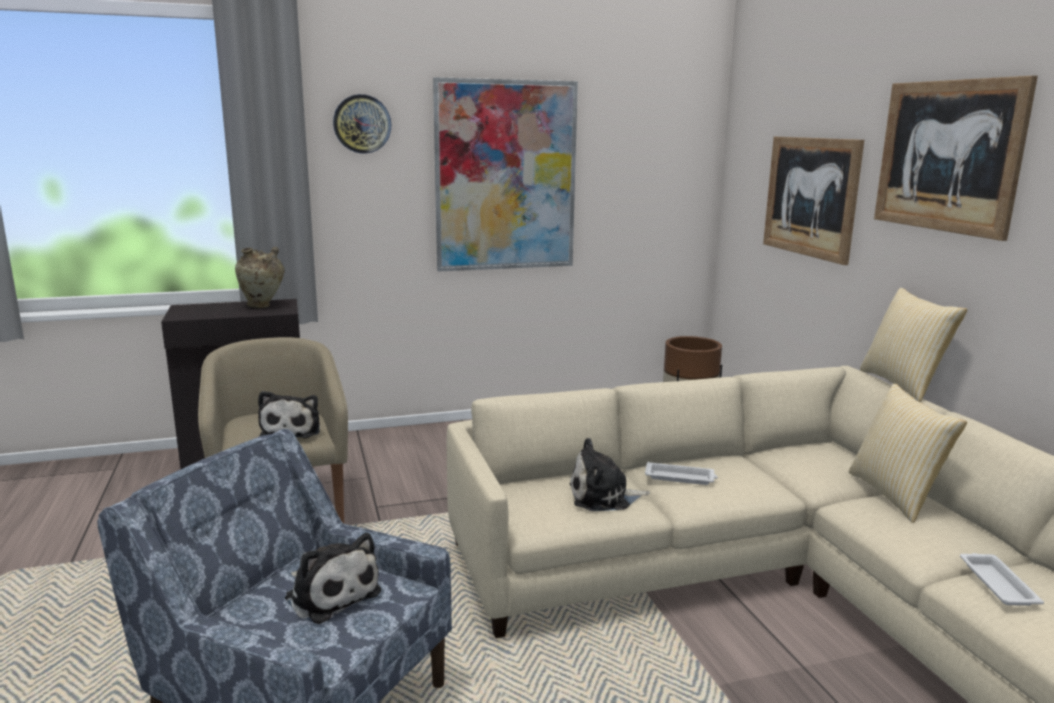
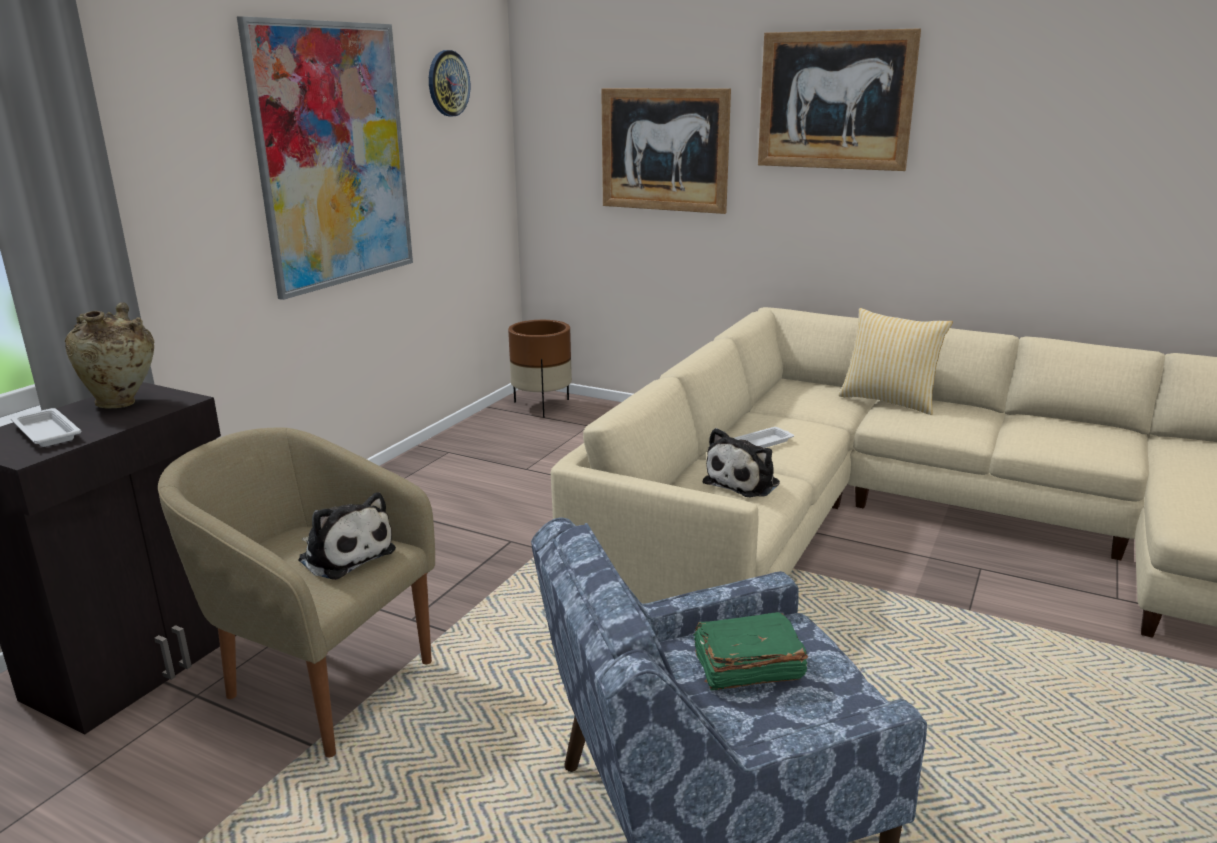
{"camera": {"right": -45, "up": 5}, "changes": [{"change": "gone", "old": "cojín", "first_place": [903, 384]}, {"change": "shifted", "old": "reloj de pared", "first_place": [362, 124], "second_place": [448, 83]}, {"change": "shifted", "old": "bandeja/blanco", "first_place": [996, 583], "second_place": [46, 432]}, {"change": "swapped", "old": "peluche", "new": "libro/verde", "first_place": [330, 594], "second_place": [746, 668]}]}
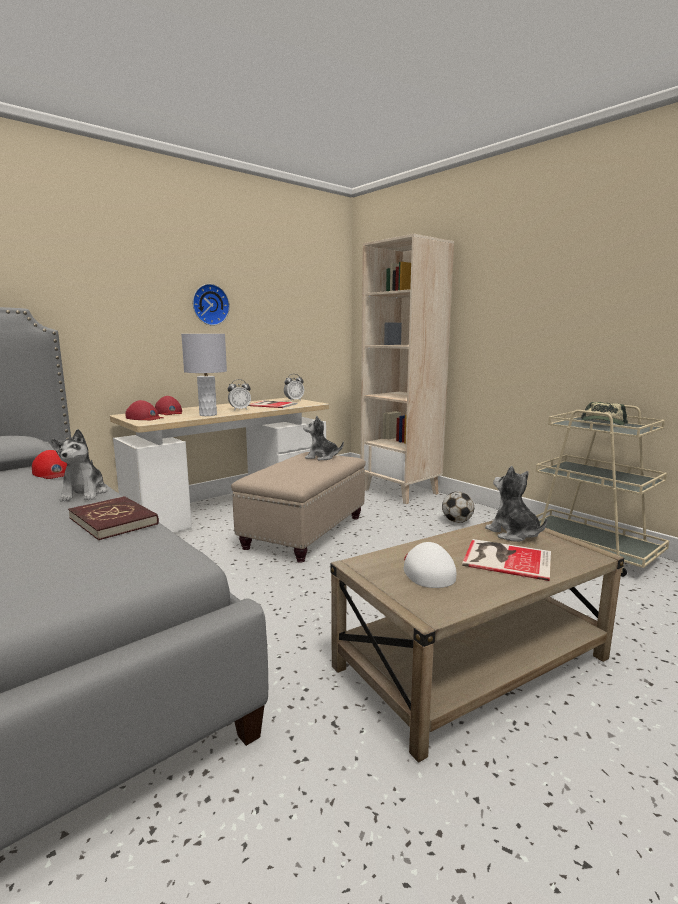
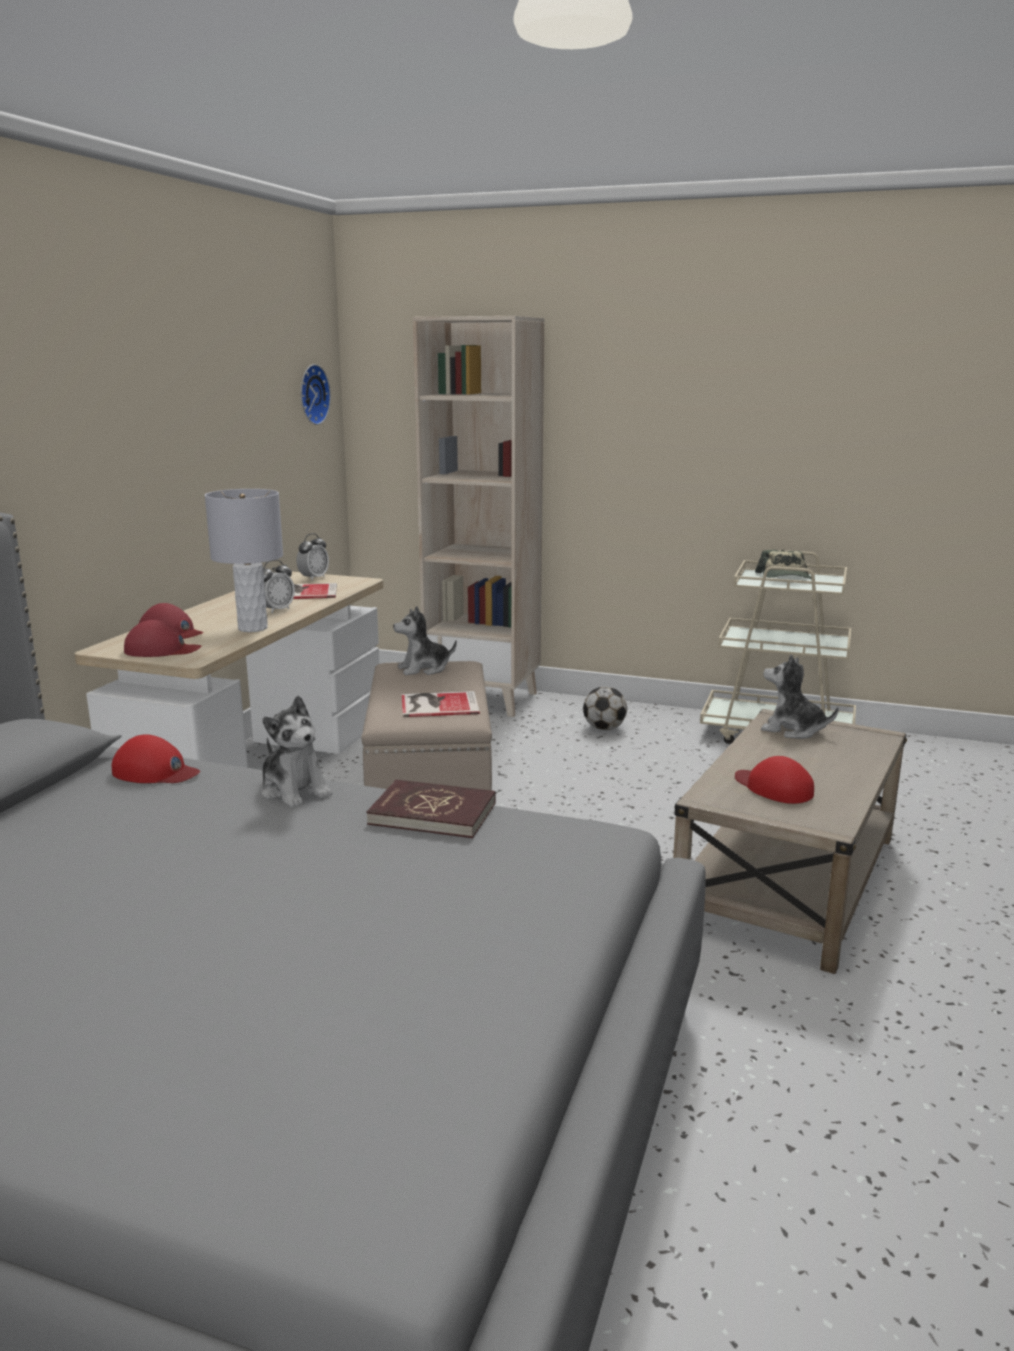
{"camera": {"right": -30, "up": 5}, "changes": [{"change": "shifted", "old": "reloj de pared", "first_place": [209, 304], "second_place": [311, 394]}, {"change": "shifted", "old": "libro", "first_place": [505, 558], "second_place": [437, 704]}, {"change": "repainted", "old": "gorra/blanco", "new": "gorra/rojo", "first_place": [427, 570], "second_place": [773, 787]}]}
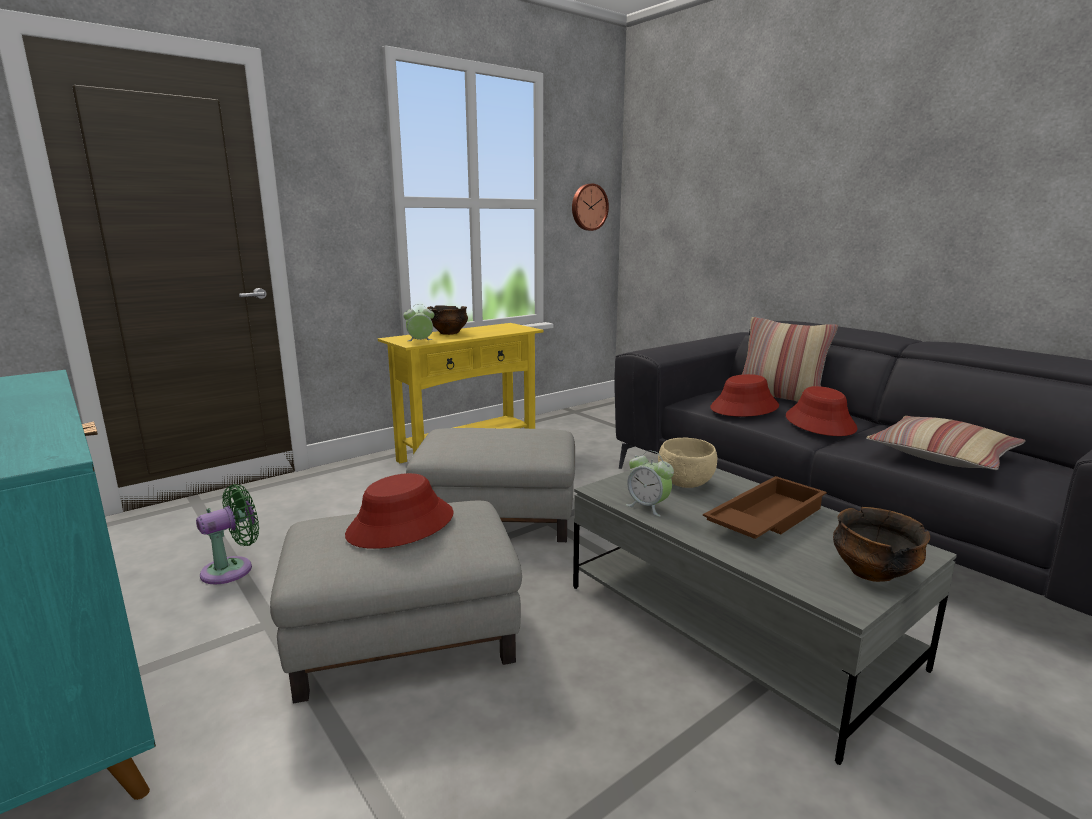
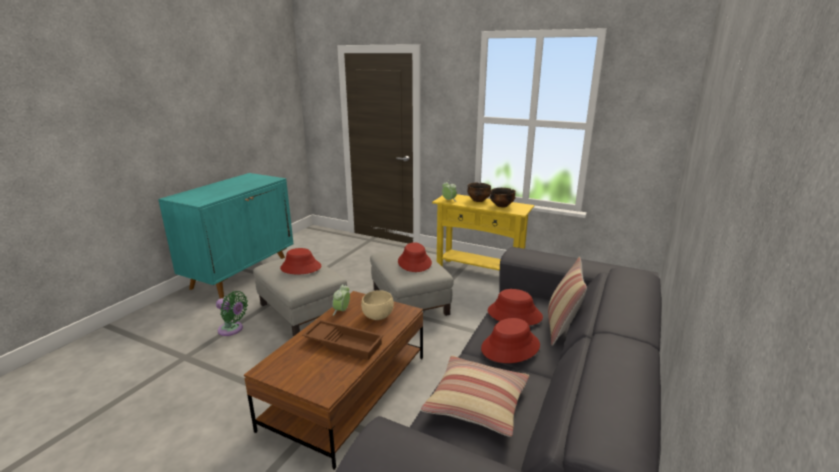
{"camera": {"right": 65, "up": 5}, "changes": [{"change": "gone", "old": "reloj de pared", "first_place": [588, 207]}, {"change": "new", "new": "sombrero/rojo", "second_place": [414, 262]}, {"change": "shifted", "old": "ventilador/verde", "first_place": [232, 569], "second_place": [232, 330]}, {"change": "shifted", "old": "cuenco", "first_place": [872, 573], "second_place": [501, 206]}, {"change": "repainted", "old": "mesa de centro/gris", "new": "mesa de centro/marrón", "first_place": [735, 625], "second_place": [347, 392]}]}
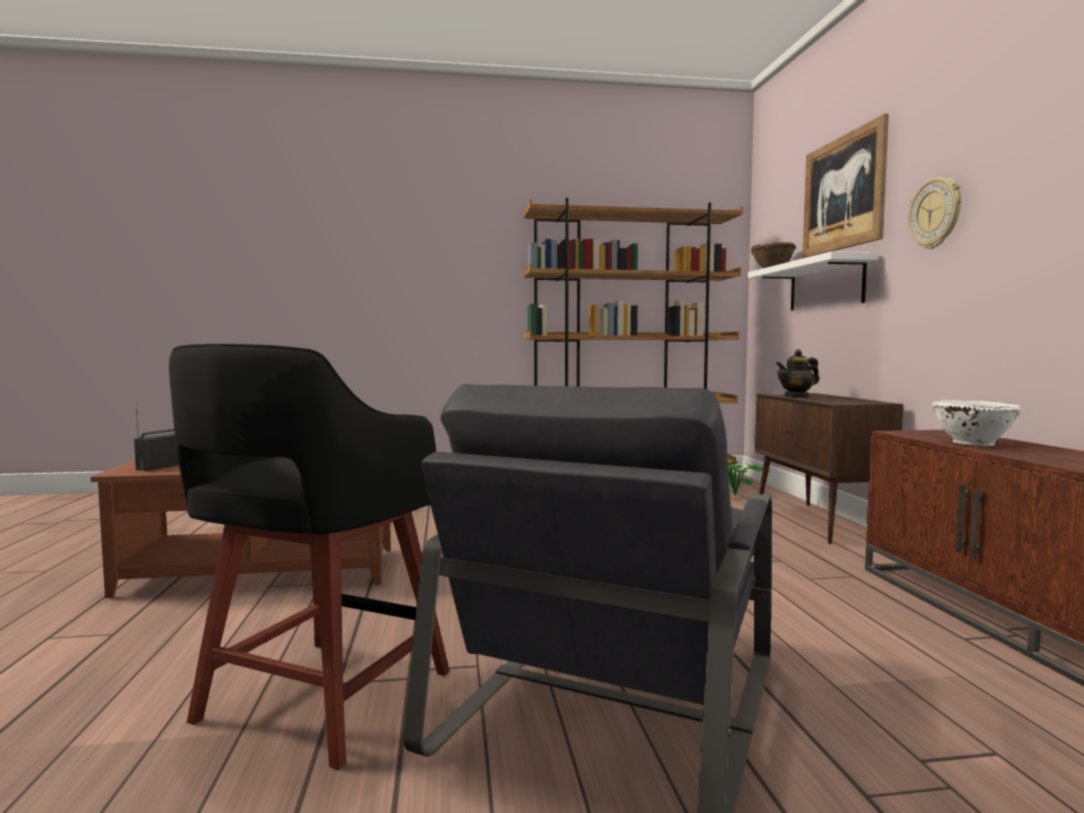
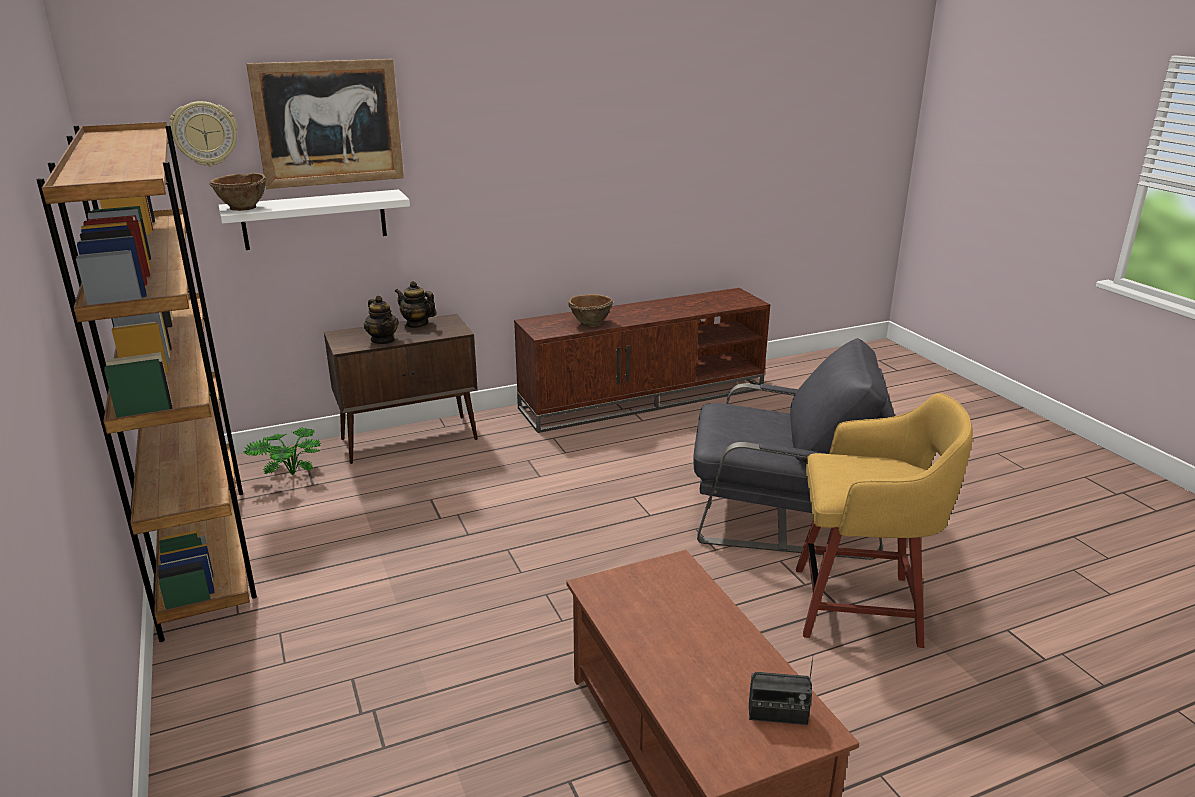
{"camera": {"right": -105, "up": 20}, "changes": [{"change": "new", "new": "tetera", "second_place": [417, 324]}, {"change": "shifted", "old": "reloj de pared", "first_place": [935, 213], "second_place": [205, 133]}, {"change": "repainted", "old": "taburete/negro", "new": "taburete/amarillo", "first_place": [320, 700], "second_place": [861, 607]}, {"change": "repainted", "old": "cuenco/blanco", "new": "cuenco/marrón", "first_place": [972, 443], "second_place": [590, 323]}]}
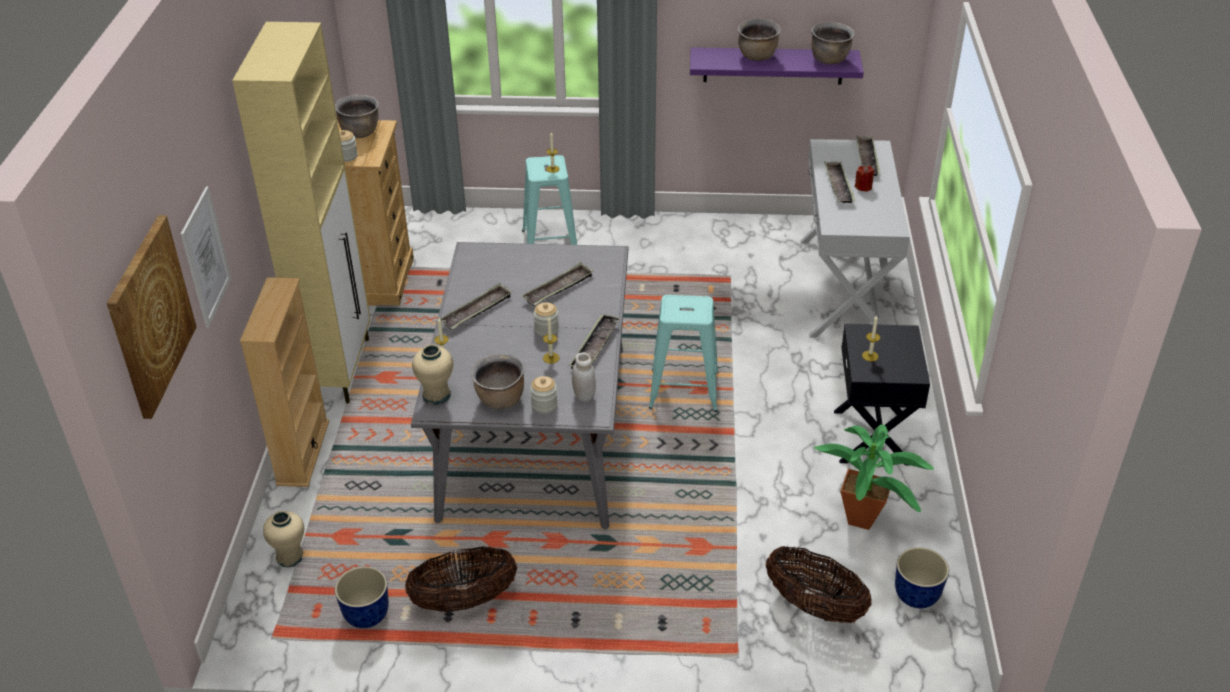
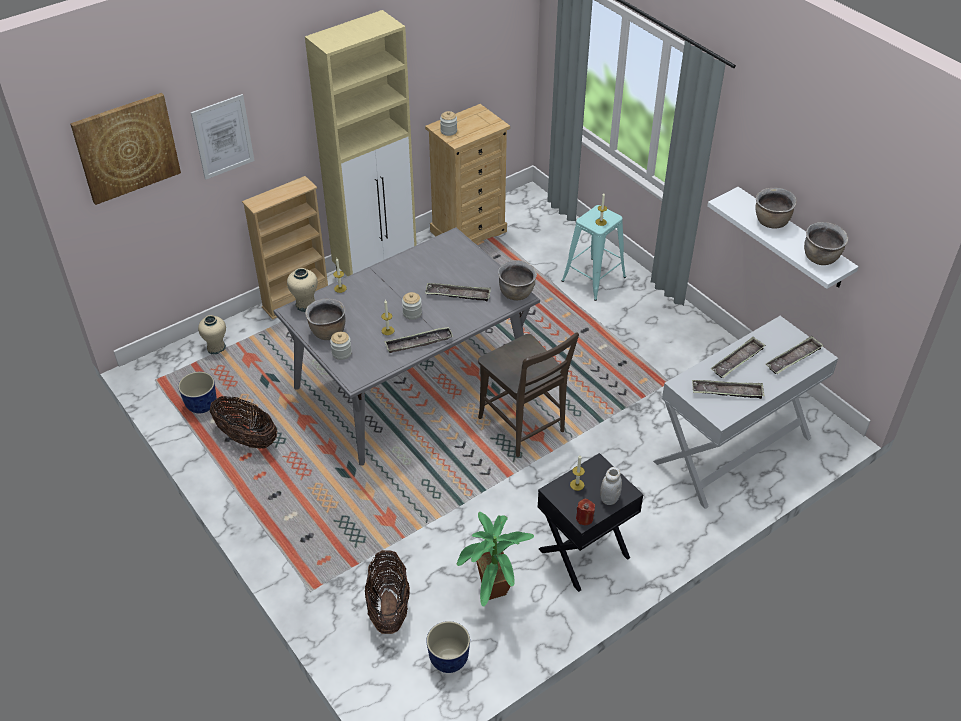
{"camera": {"right": 50, "up": 5}, "changes": [{"change": "shifted", "old": "olla/marrón", "first_place": [360, 132], "second_place": [516, 293]}, {"change": "shifted", "old": "bandeja", "first_place": [476, 311], "second_place": [727, 392]}, {"change": "shifted", "old": "tarro/blanco", "first_place": [584, 395], "second_place": [609, 499]}, {"change": "shifted", "old": "vela/rojo", "first_place": [863, 187], "second_place": [584, 518]}, {"change": "swapped", "old": "taburete/turquesa", "new": "silla/marrón", "first_place": [684, 390], "second_place": [524, 427]}, {"change": "repainted", "old": "estante/morado", "new": "estante/blanco", "first_place": [773, 65], "second_place": [792, 238]}]}
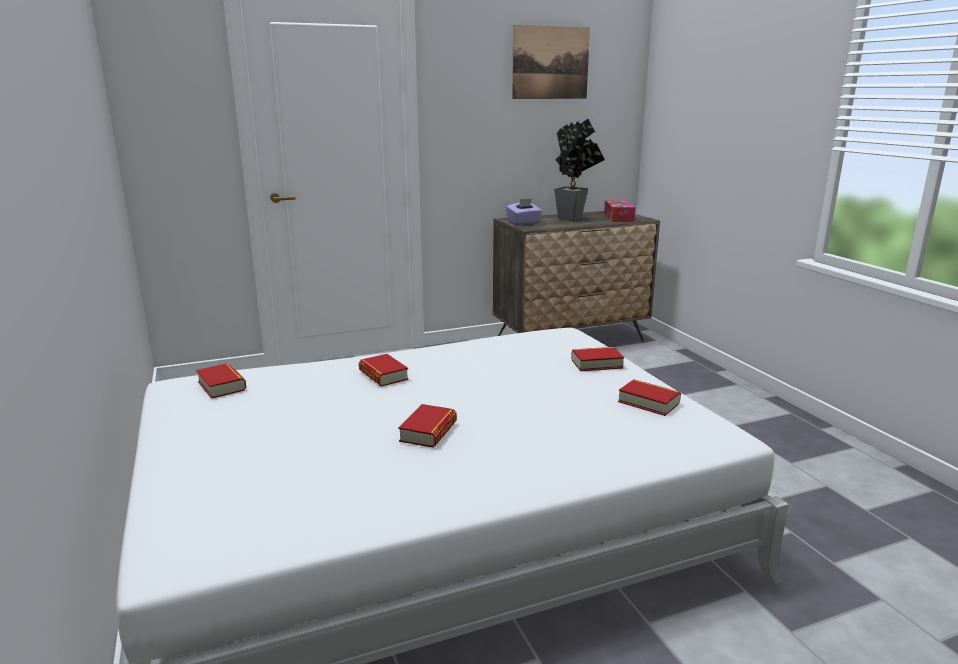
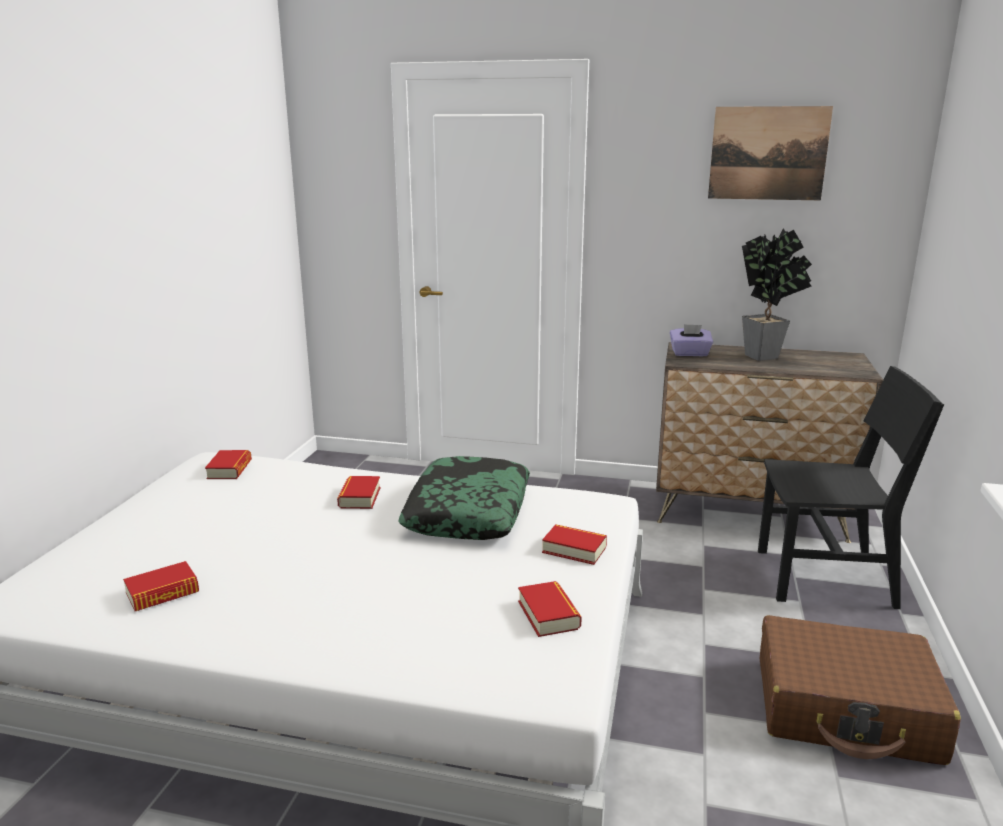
{"camera": {"right": 35, "up": 0}, "changes": [{"change": "gone", "old": "caja de pañuelos", "first_place": [618, 218]}, {"change": "new", "new": "cojín", "second_place": [468, 512]}, {"change": "new", "new": "silla/negro", "second_place": [824, 578]}, {"change": "new", "new": "maleta/marrón", "second_place": [846, 709]}, {"change": "shifted", "old": "libro", "first_place": [428, 432], "second_place": [162, 593]}]}
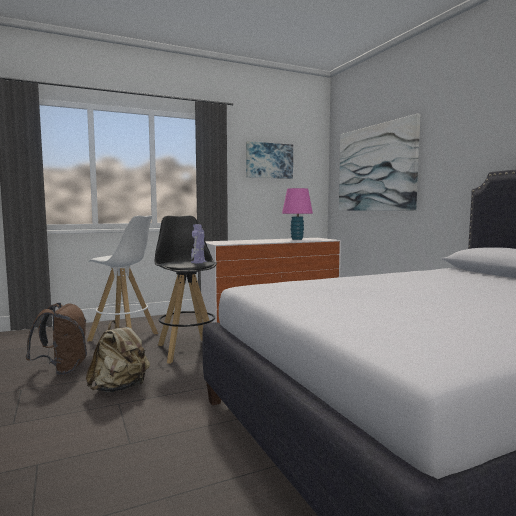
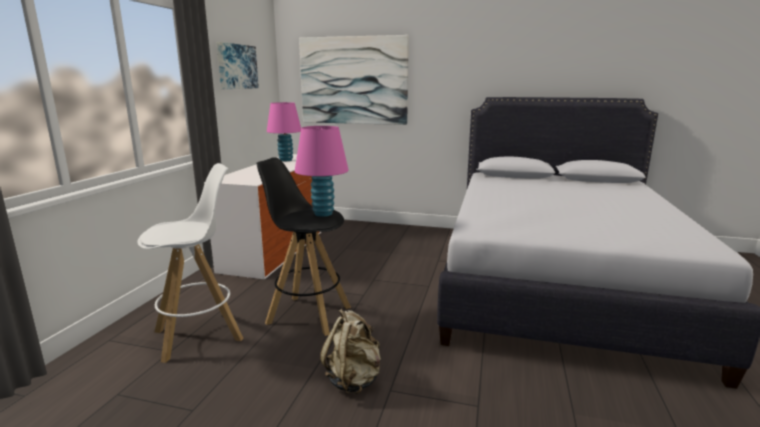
{"camera": {"right": -50, "up": 10}, "changes": [{"change": "gone", "old": "mochila/marrón", "first_place": [62, 369]}, {"change": "swapped", "old": "robot de juguete", "new": "lámpara de mesa/rosa", "first_place": [198, 262], "second_place": [323, 214]}]}
